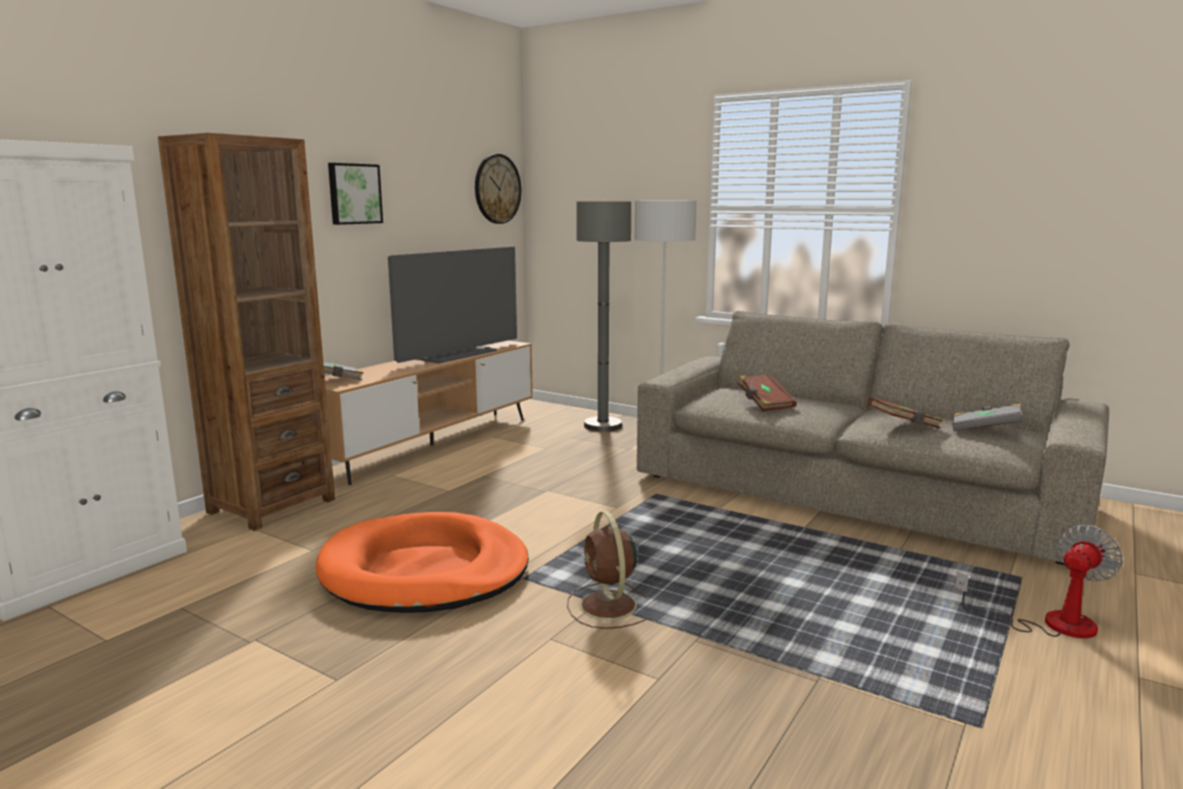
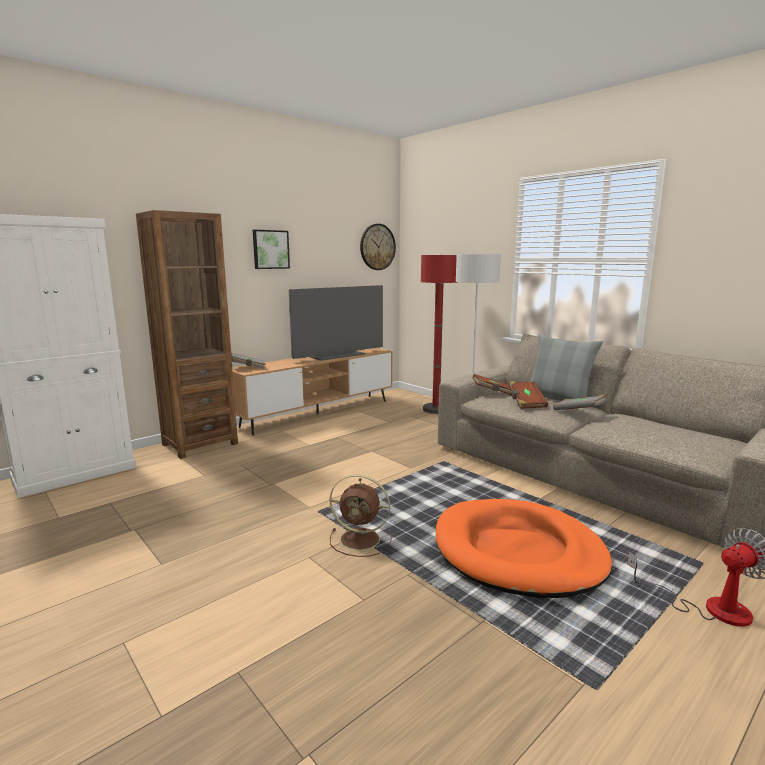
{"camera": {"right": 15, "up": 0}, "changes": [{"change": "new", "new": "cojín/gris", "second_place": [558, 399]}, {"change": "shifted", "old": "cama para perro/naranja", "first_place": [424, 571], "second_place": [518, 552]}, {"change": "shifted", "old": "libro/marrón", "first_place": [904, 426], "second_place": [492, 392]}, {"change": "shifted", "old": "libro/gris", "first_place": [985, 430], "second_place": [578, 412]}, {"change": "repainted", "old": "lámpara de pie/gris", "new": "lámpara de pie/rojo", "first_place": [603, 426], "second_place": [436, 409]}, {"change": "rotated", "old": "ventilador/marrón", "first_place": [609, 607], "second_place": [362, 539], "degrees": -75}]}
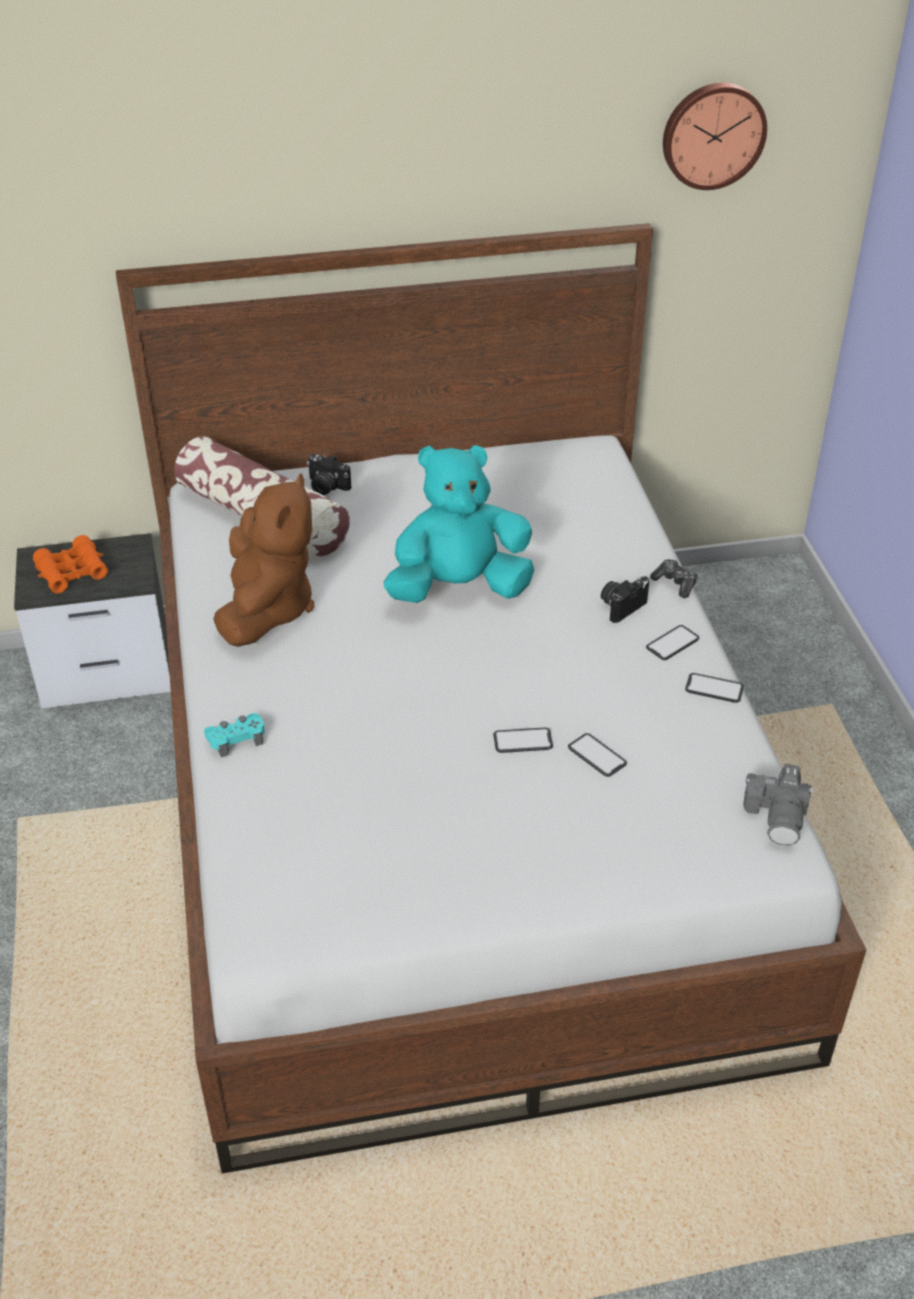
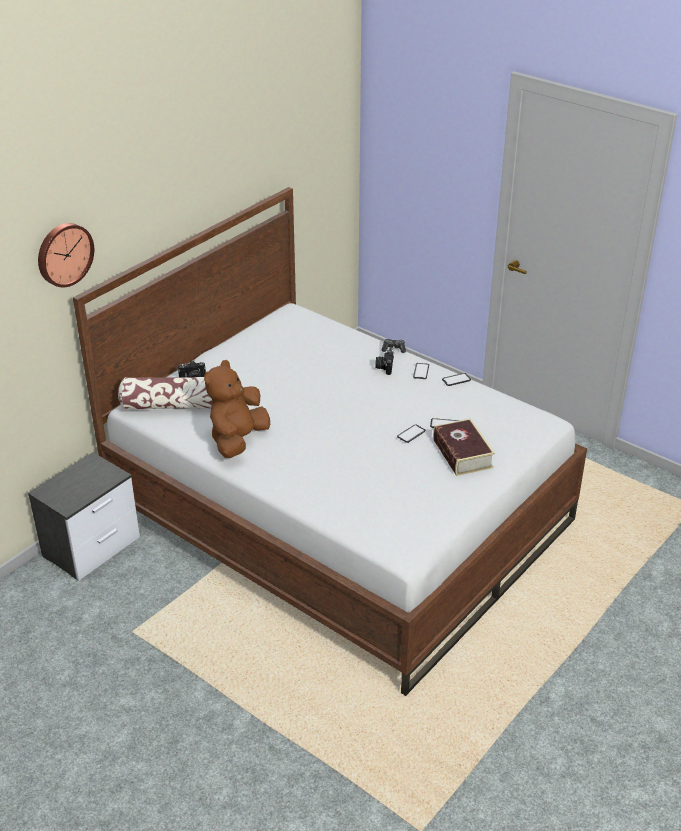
{"camera": {"right": -40, "up": -5}, "changes": [{"change": "gone", "old": "prismáticos/naranja", "first_place": [72, 572]}, {"change": "gone", "old": "mando de consola/turquesa", "first_place": [236, 738]}, {"change": "gone", "old": "peluche/turquesa", "first_place": [459, 588]}, {"change": "gone", "old": "cámara", "first_place": [778, 816]}, {"change": "new", "new": "libro", "second_place": [462, 454]}, {"change": "shifted", "old": "reloj de pared", "first_place": [712, 134], "second_place": [64, 254]}, {"change": "rotated", "old": "peluche/marrón", "first_place": [267, 609], "second_place": [238, 440], "degrees": -120}]}
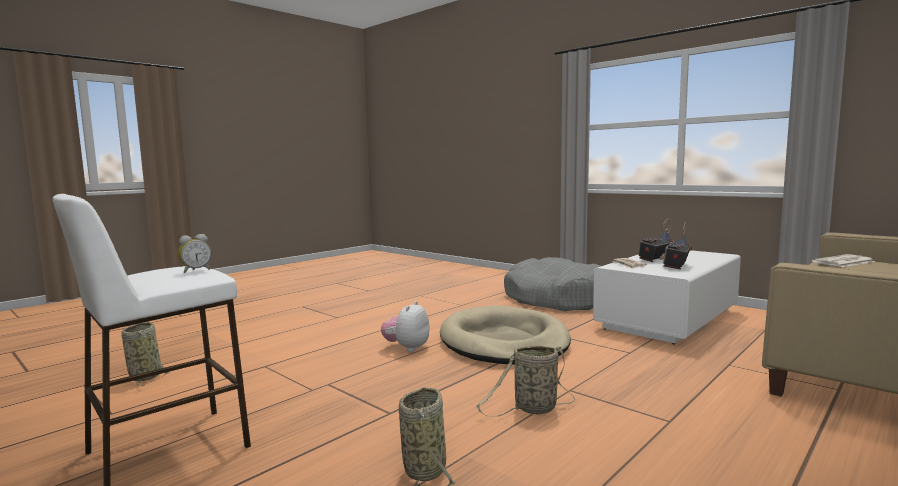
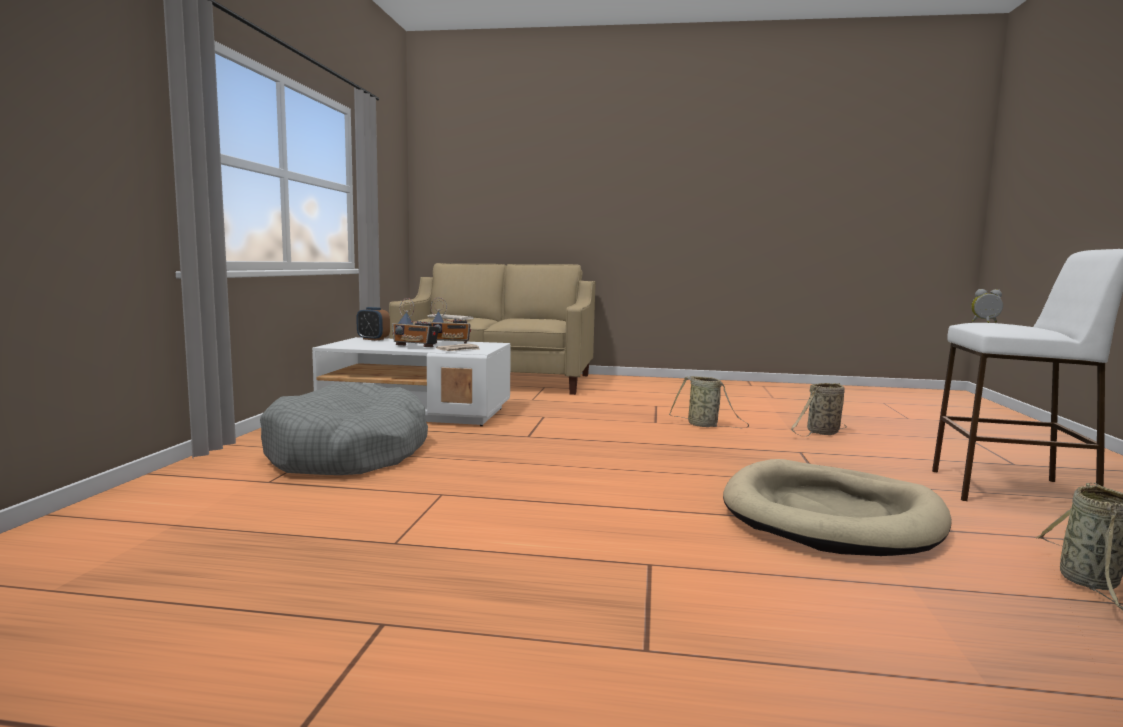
{"camera": {"right": -125, "up": 0}, "changes": [{"change": "gone", "old": "peluche", "first_place": [407, 348]}, {"change": "new", "new": "despertador", "second_place": [373, 339]}, {"change": "shifted", "old": "cama para perro/beis", "first_place": [504, 342], "second_place": [831, 516]}]}
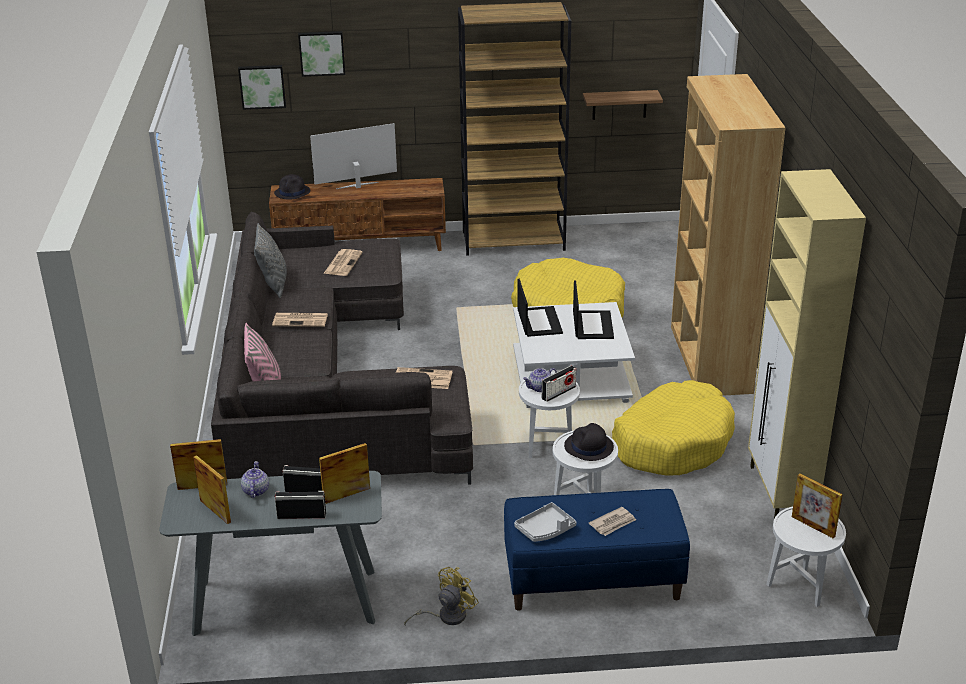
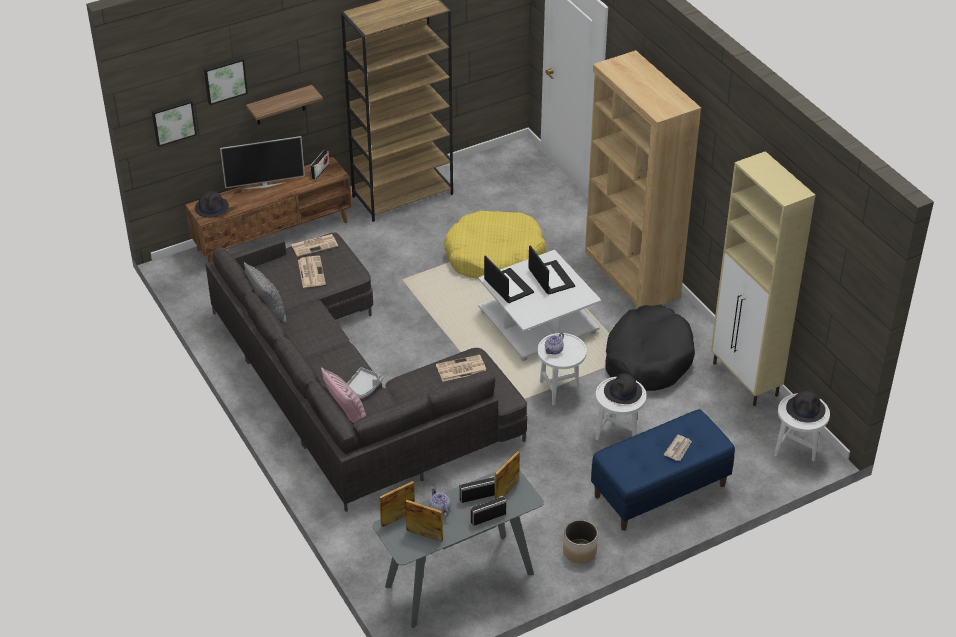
{"camera": {"right": -25, "up": 10}, "changes": [{"change": "shifted", "old": "periódico", "first_place": [301, 320], "second_place": [315, 245]}, {"change": "shifted", "old": "bandeja/gris", "first_place": [545, 529], "second_place": [363, 387]}, {"change": "shifted", "old": "radio", "first_place": [558, 393], "second_place": [320, 171]}, {"change": "shifted", "old": "estante", "first_place": [619, 104], "second_place": [280, 105]}, {"change": "swapped", "old": "ventilador/amarillo", "new": "maceta", "first_place": [446, 616], "second_place": [579, 551]}, {"change": "swapped", "old": "portarretratos", "new": "sombrero/negro", "first_place": [813, 526], "second_place": [806, 409]}, {"change": "repainted", "old": "cama para perro/amarillo", "new": "cama para perro/negro", "first_place": [672, 442], "second_place": [647, 359]}, {"change": "rotated", "old": "televisor", "first_place": [357, 186], "second_place": [265, 185], "degrees": -150}]}
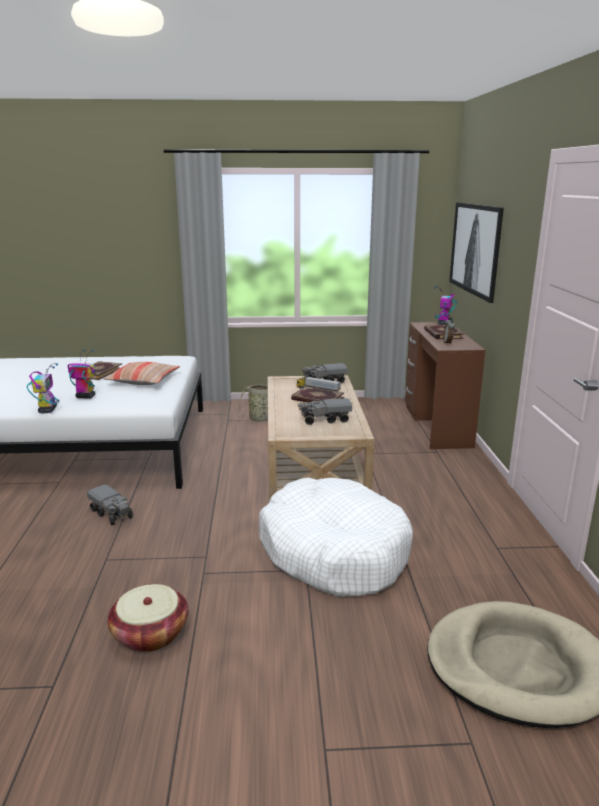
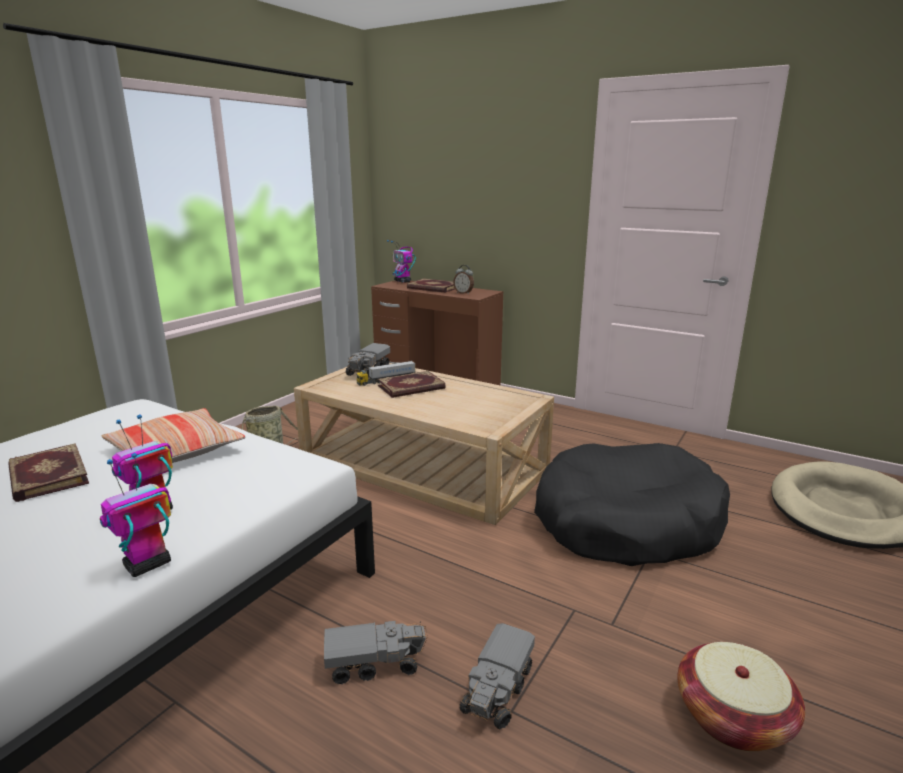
{"camera": {"right": -55, "up": 0}, "changes": [{"change": "gone", "old": "cuadro", "first_place": [476, 249]}, {"change": "shifted", "old": "camión de juguete", "first_place": [325, 420], "second_place": [498, 691]}, {"change": "repainted", "old": "cama para perro/blanco", "new": "cama para perro/negro", "first_place": [333, 552], "second_place": [626, 523]}, {"change": "rotated", "old": "robot de juguete", "first_place": [47, 410], "second_place": [146, 565], "degrees": -75}]}
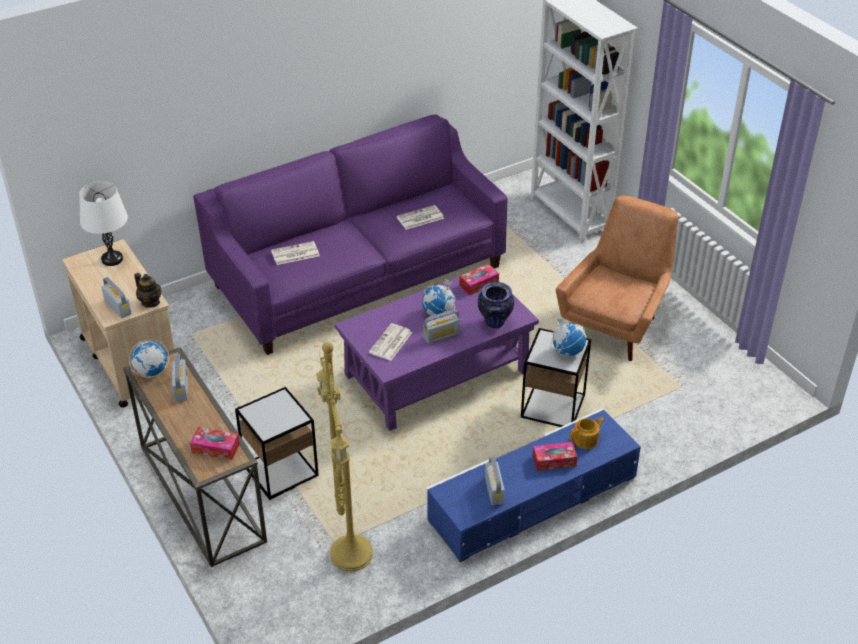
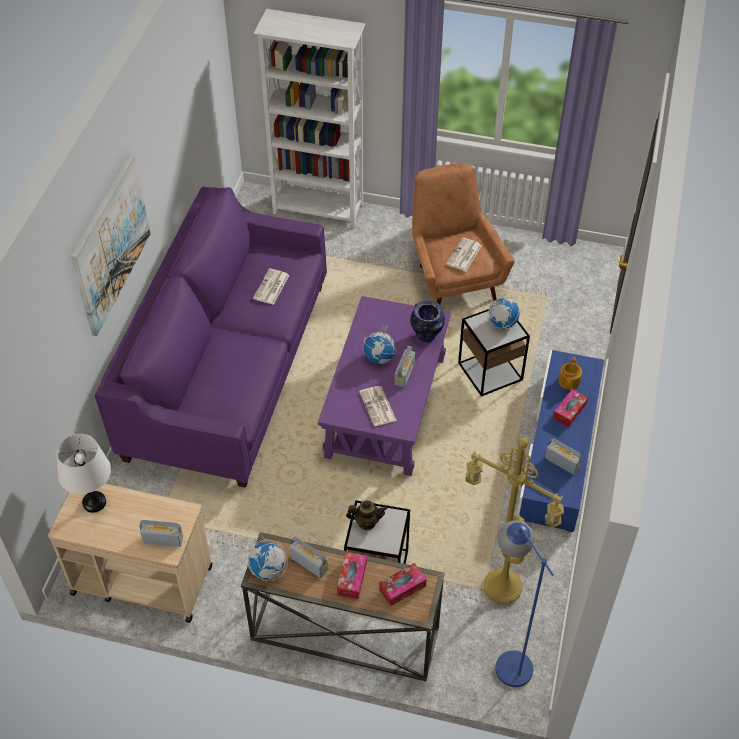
{"camera": {"right": -45, "up": 10}, "changes": [{"change": "new", "new": "cuadro", "second_place": [110, 244]}, {"change": "new", "new": "lámpara de pie/azul", "second_place": [506, 658]}, {"change": "shifted", "old": "tetera", "first_place": [150, 302], "second_place": [366, 522]}, {"change": "shifted", "old": "periódico", "first_place": [294, 254], "second_place": [464, 255]}, {"change": "shifted", "old": "caja de pañuelos", "first_place": [479, 284], "second_place": [352, 578]}]}
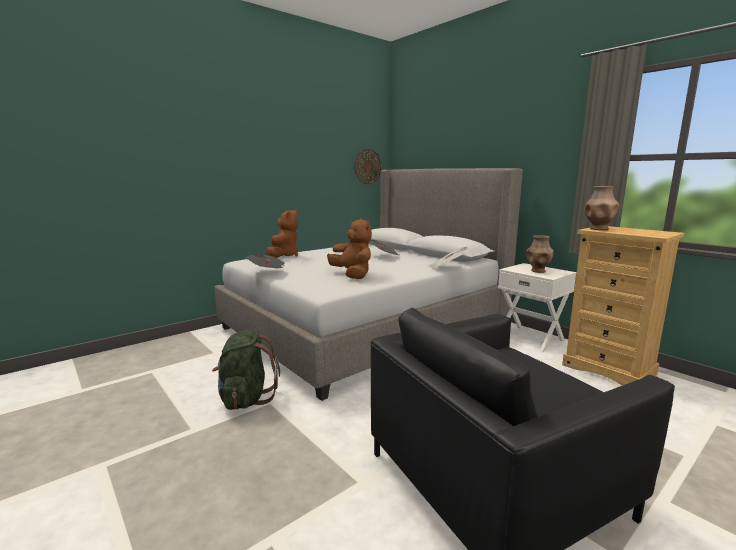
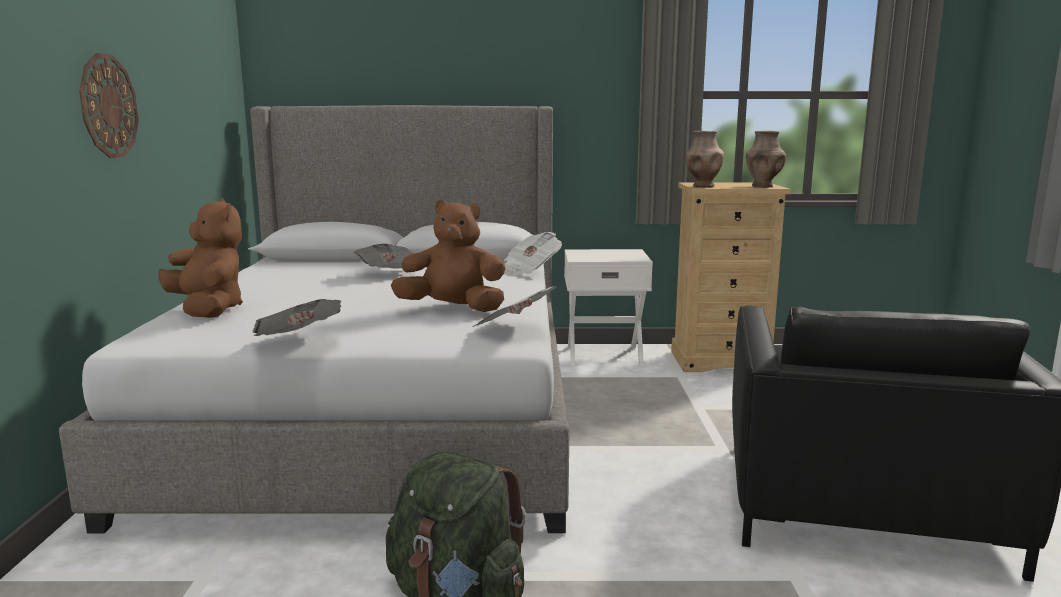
{"camera": {"right": -50, "up": 0}, "changes": [{"change": "new", "new": "periódico", "second_place": [514, 329]}, {"change": "shifted", "old": "reloj de pared", "first_place": [367, 166], "second_place": [108, 106]}, {"change": "shifted", "old": "florero/marrón", "first_place": [538, 271], "second_place": [762, 186]}]}
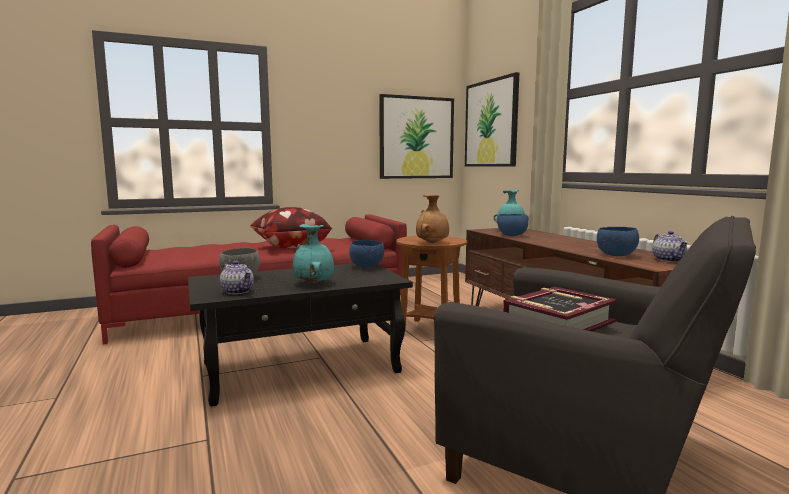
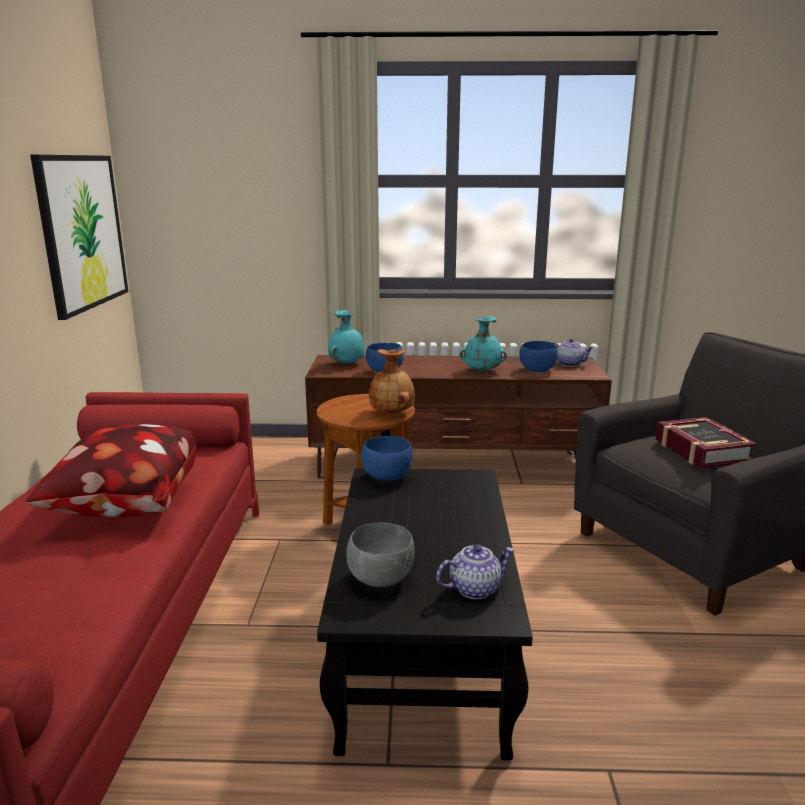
{"camera": {"right": -65, "up": 10}, "changes": [{"change": "gone", "old": "cuadro", "first_place": [491, 123]}, {"change": "shifted", "old": "florero/turquesa", "first_place": [314, 283], "second_place": [482, 371]}]}
